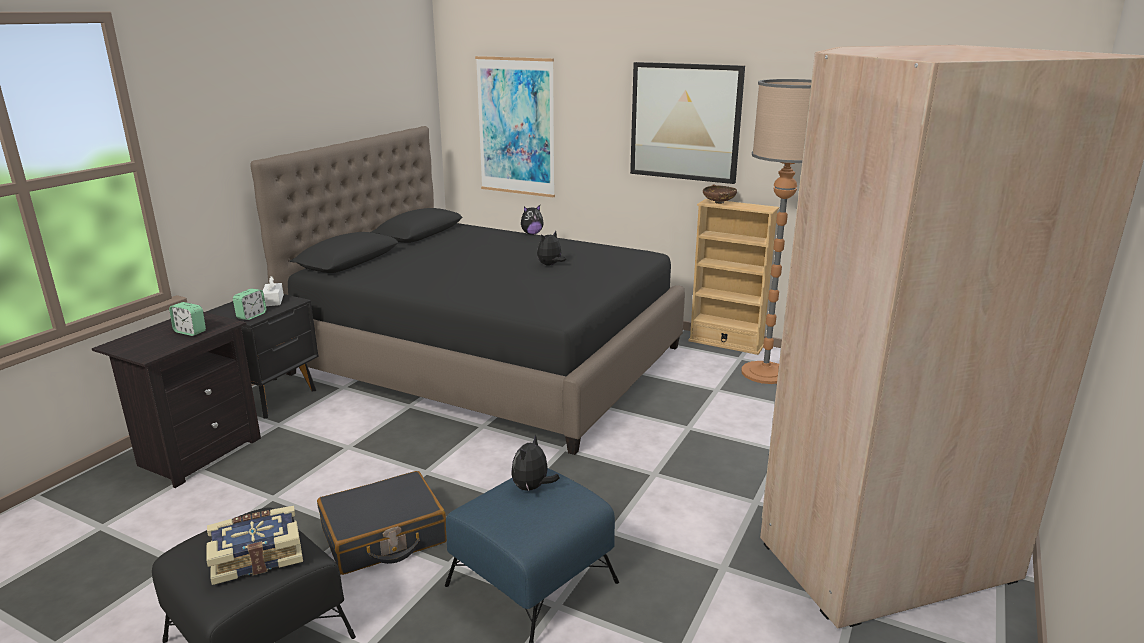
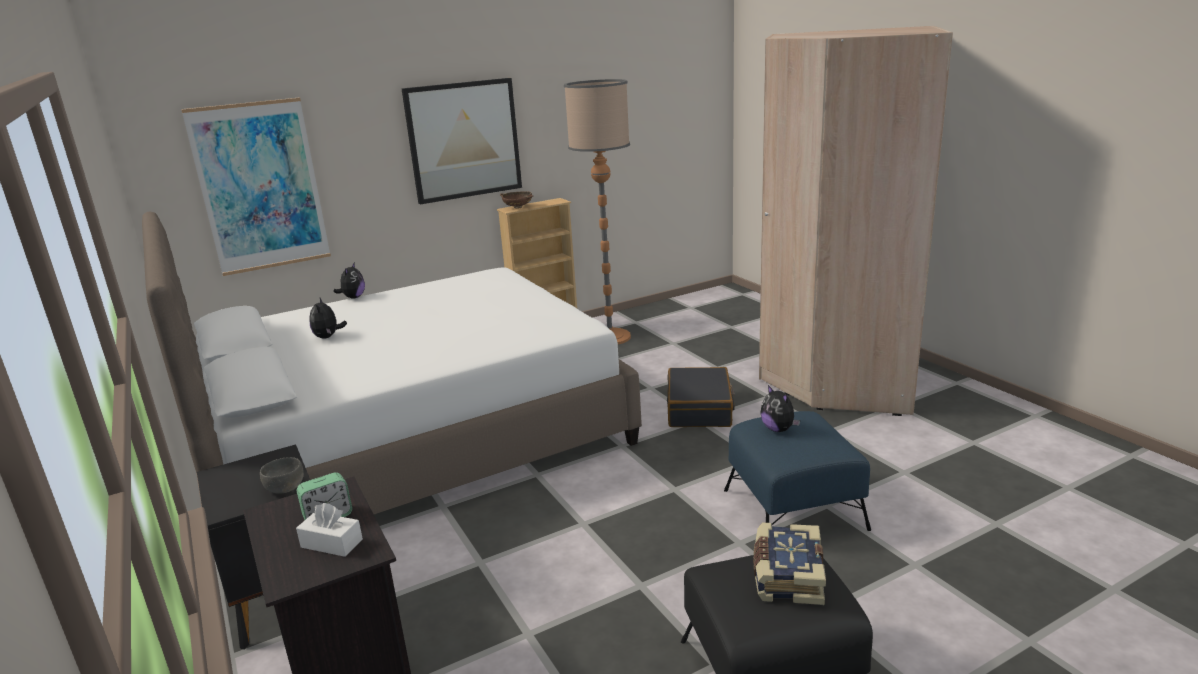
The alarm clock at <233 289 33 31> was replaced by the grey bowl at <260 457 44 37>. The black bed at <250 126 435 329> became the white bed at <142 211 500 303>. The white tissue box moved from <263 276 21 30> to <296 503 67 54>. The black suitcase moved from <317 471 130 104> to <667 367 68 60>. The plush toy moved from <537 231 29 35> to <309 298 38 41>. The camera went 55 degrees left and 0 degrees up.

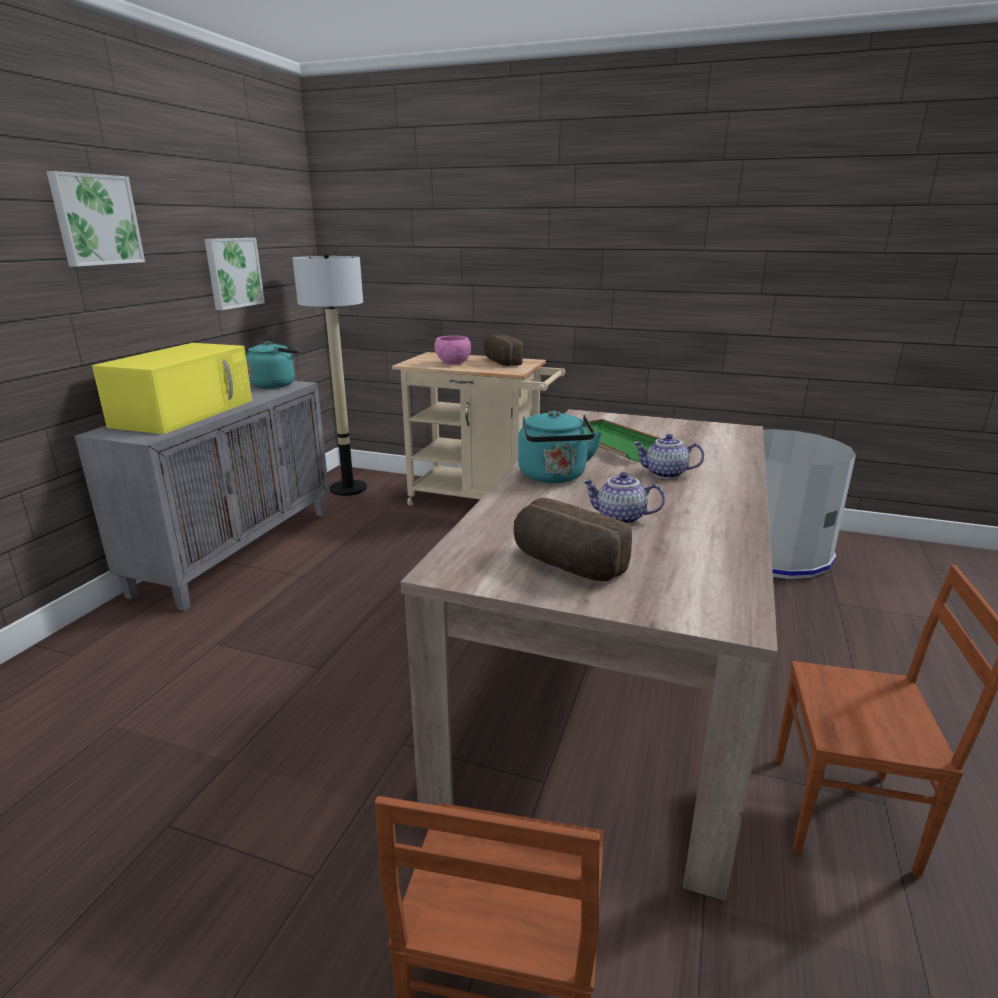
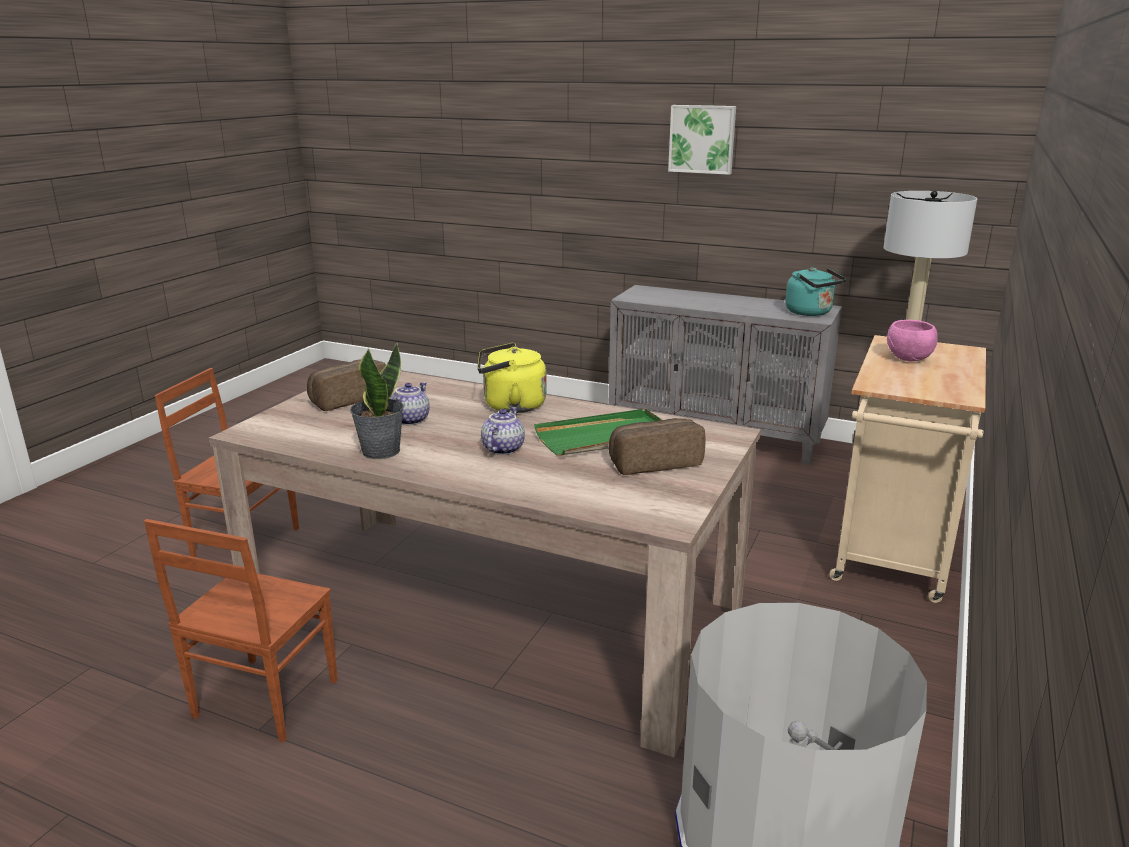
The yellow microwave at <92 343 160 91> disappeared. The picture at <204 238 61 72> disappeared. The bread moved from <484 334 39 32> to <608 418 97 57>. The turquoise kettle at <518 410 84 73> became the yellow kettle at <477 343 70 70>. The potted plant at <350 343 54 116> appeared. The camera went 95 degrees right and 0 degrees up.

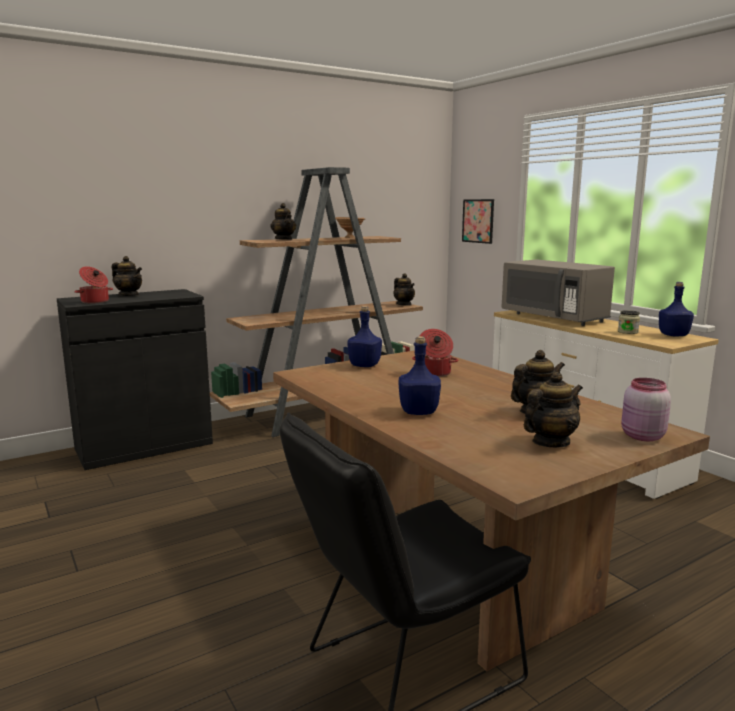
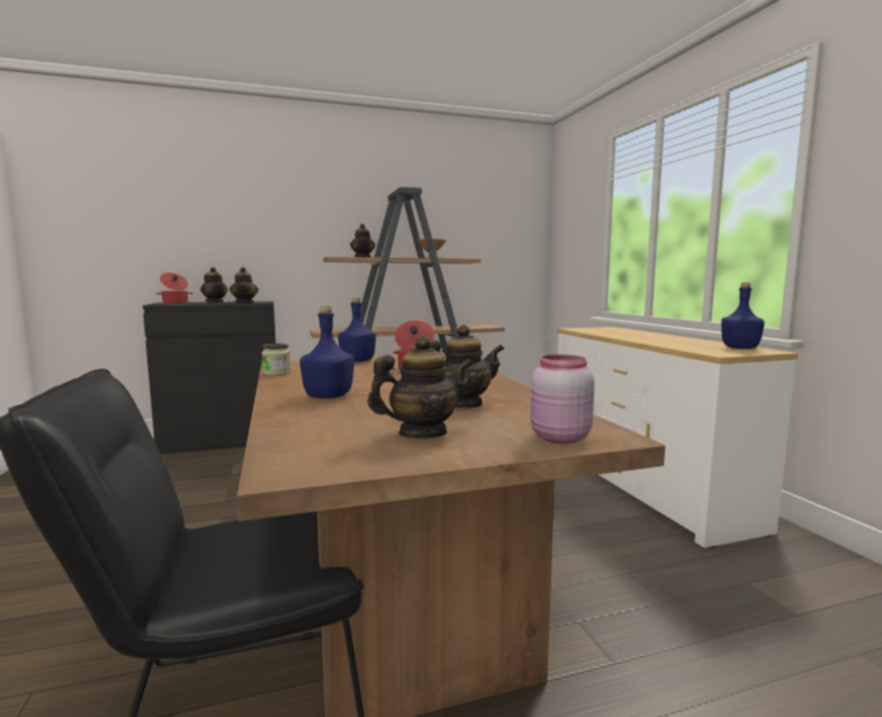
The teapot moved from <393 273 22 33> to <229 267 29 36>. The picture at <462 199 32 45> disappeared. The grey microwave at <502 259 113 67> disappeared. The jar moved from <618 310 22 24> to <262 343 29 33>. The camera went 15 degrees right and 5 degrees down.

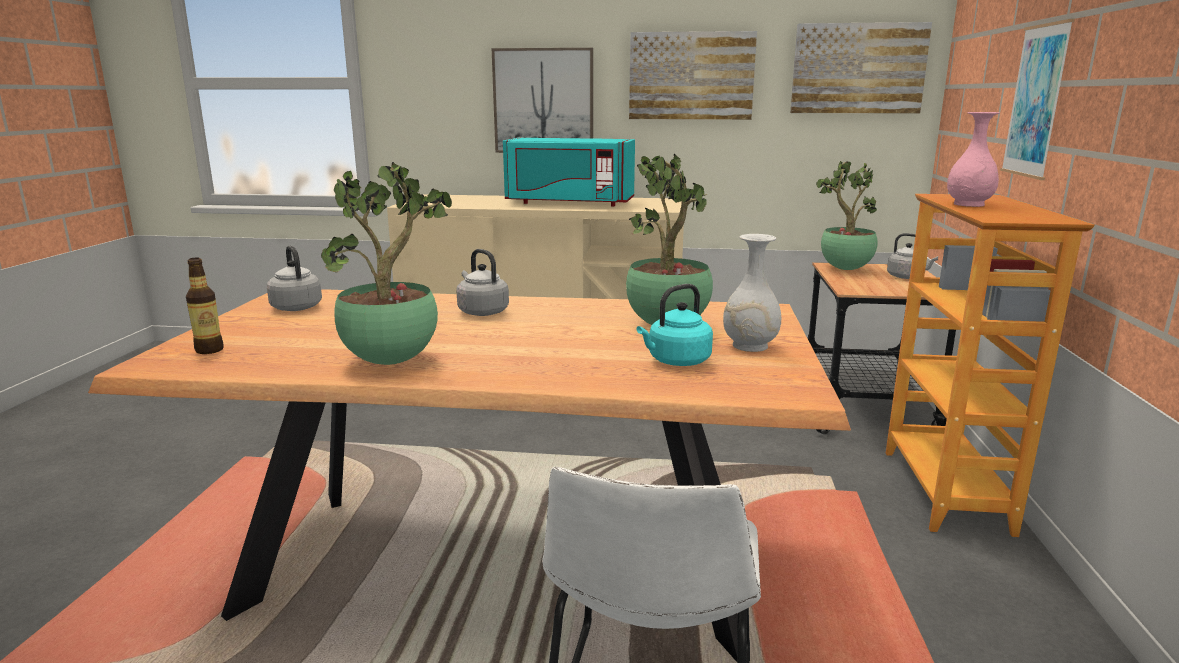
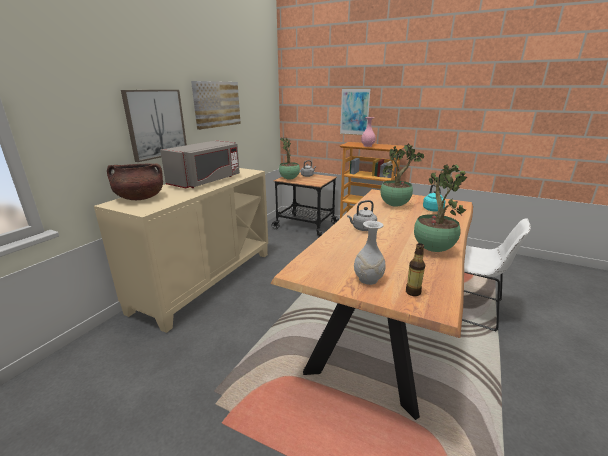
The grey kettle at <267 245 55 66> disappeared. The turquoise microwave at <503 138 132 68> became the grey microwave at <160 140 80 48>. The white vase moved from <723 234 59 118> to <354 221 32 64>. The picture at <790 22 142 92> disappeared. The brown cooking pot at <107 163 56 37> appeared. The camera went 70 degrees left and 5 degrees up.

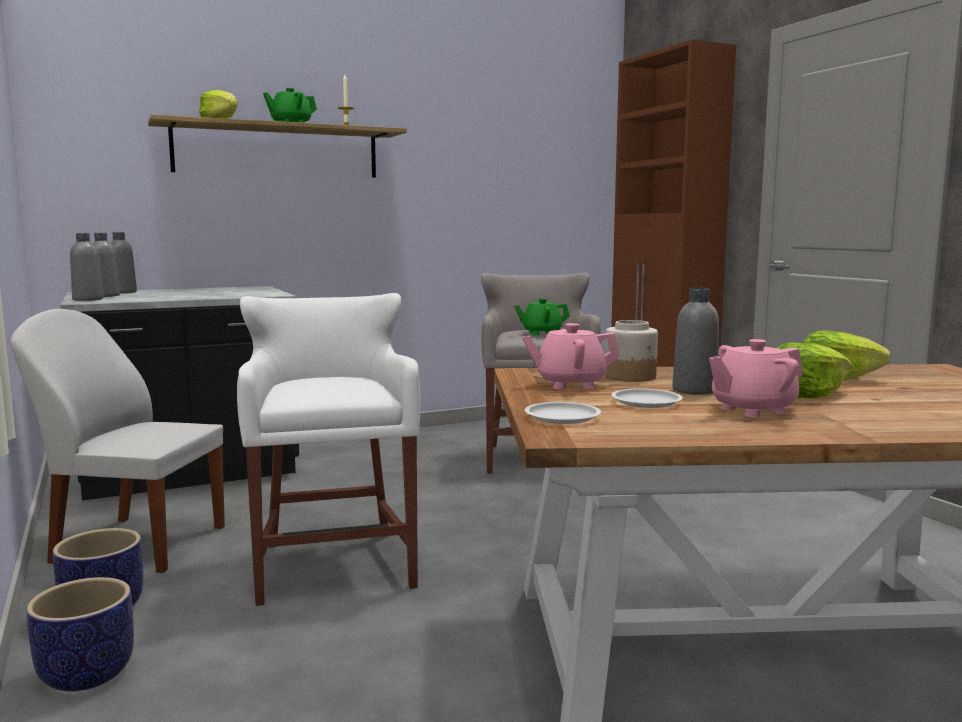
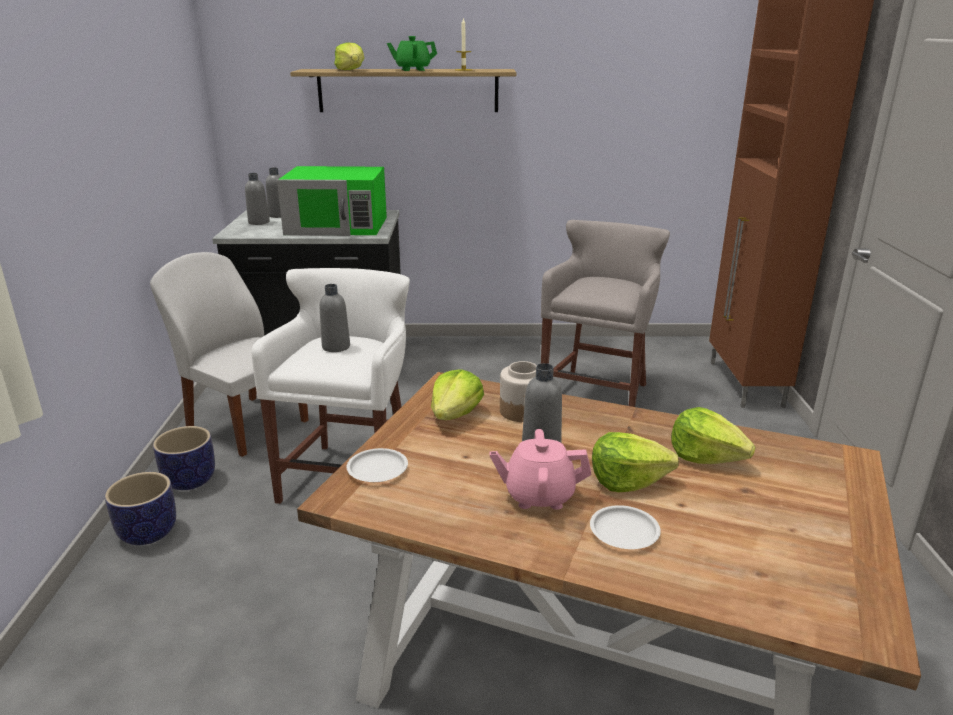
The grey bottle moved from <70 233 34 68> to <320 284 30 68>. The green teapot at <514 298 56 37> disappeared. The pink teapot at <522 323 98 66> was replaced by the lettuce at <431 369 53 51>. The white plate moved from <611 388 72 20> to <590 505 71 44>. The green microwave at <277 166 110 70> appeared. The camera went 25 degrees right and 15 degrees up.

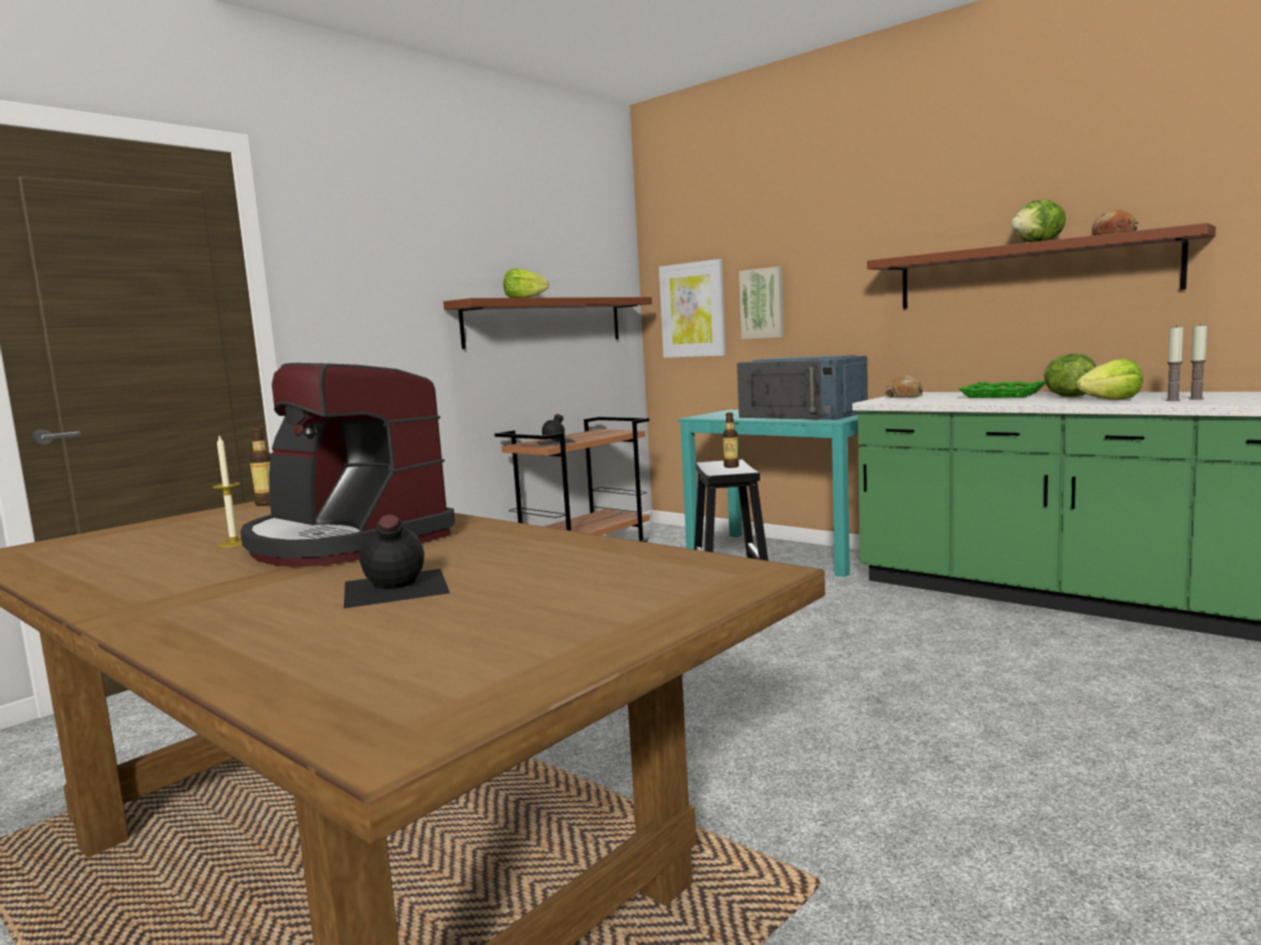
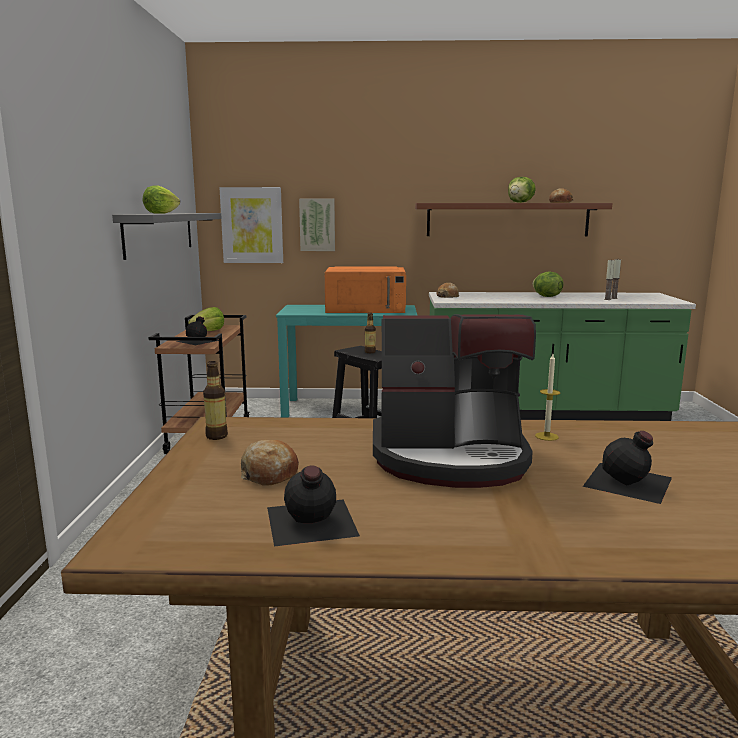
The candle moved from <212 435 30 112> to <535 354 25 87>. The brown shelf at <443 297 209 52> became the grey shelf at <112 213 110 47>. The blue microwave at <737 355 131 65> became the orange microwave at <325 266 81 47>. The green tray at <959 381 86 17> disappeared. The lettuce moved from <1076 359 67 41> to <188 307 36 24>. The bread at <241 440 58 45> appeared. The black bottle at <267 465 93 82> appeared. The camera went 40 degrees left and 5 degrees up.

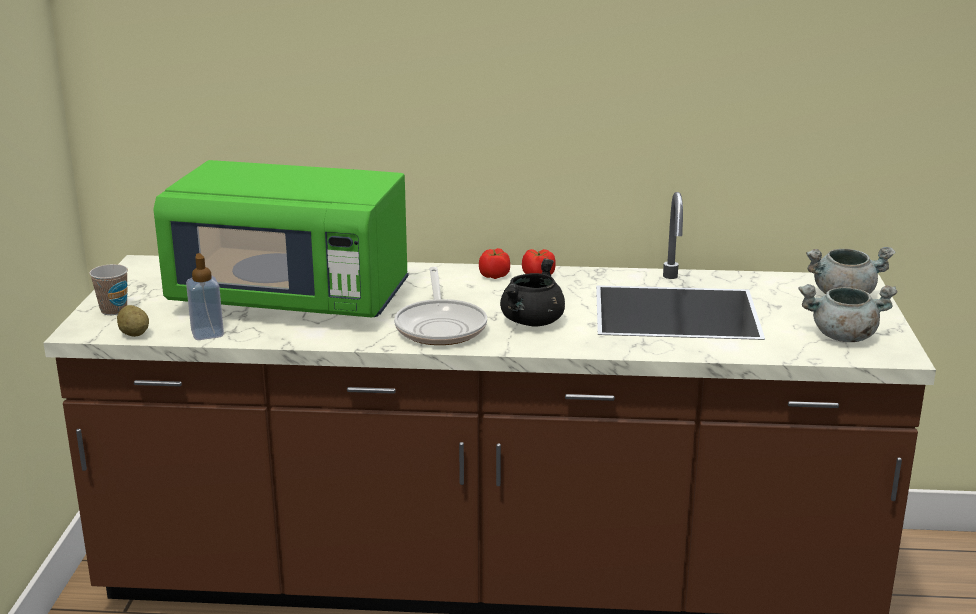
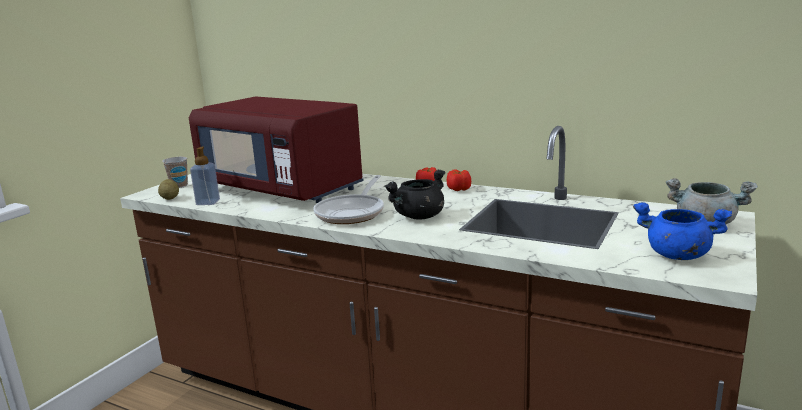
The green microwave at <153 160 256 157> became the red microwave at <189 96 175 107>. The grey cooking pot at <799 284 99 58> became the blue cooking pot at <633 202 99 58>. The camera went 25 degrees right and 5 degrees down.

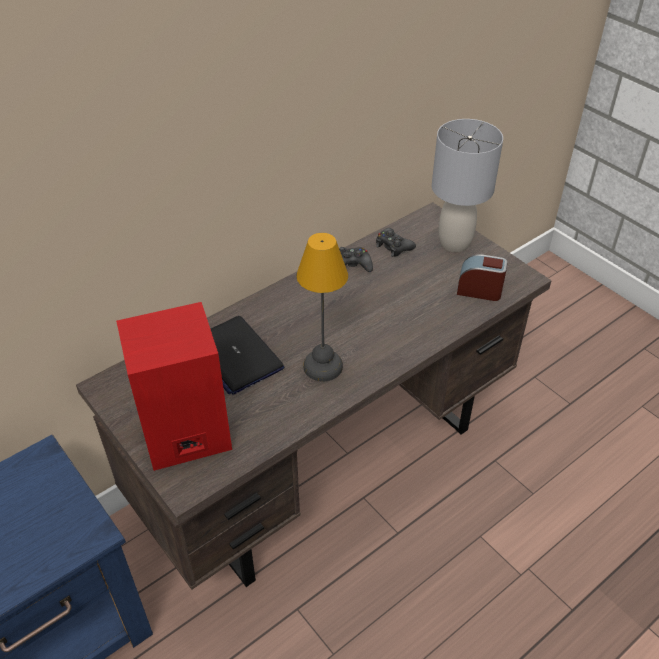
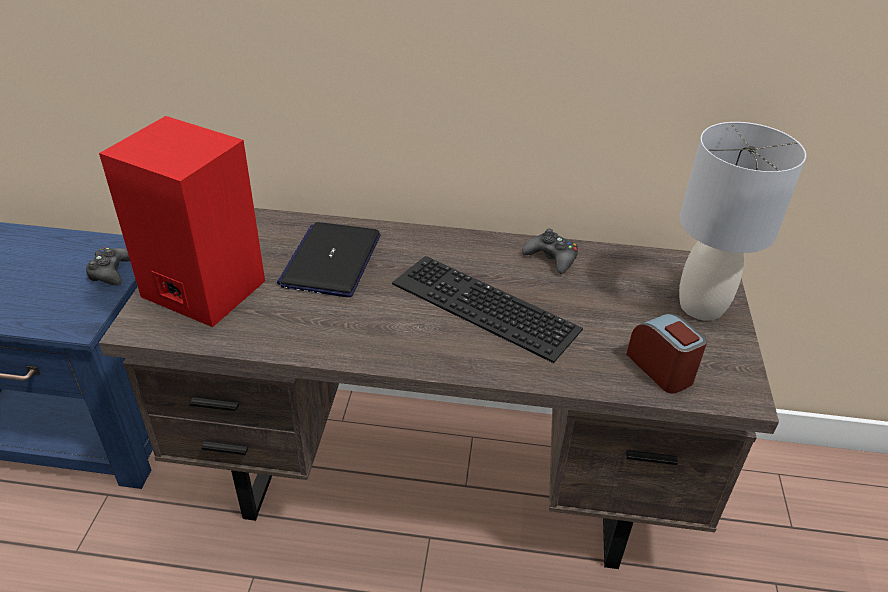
The table lamp at <296 233 52 149> disappeared. The black game controller moved from <376 228 40 29> to <86 247 44 38>. The keyboard at <392 256 191 107> appeared. The camera went 45 degrees right and 5 degrees down.

